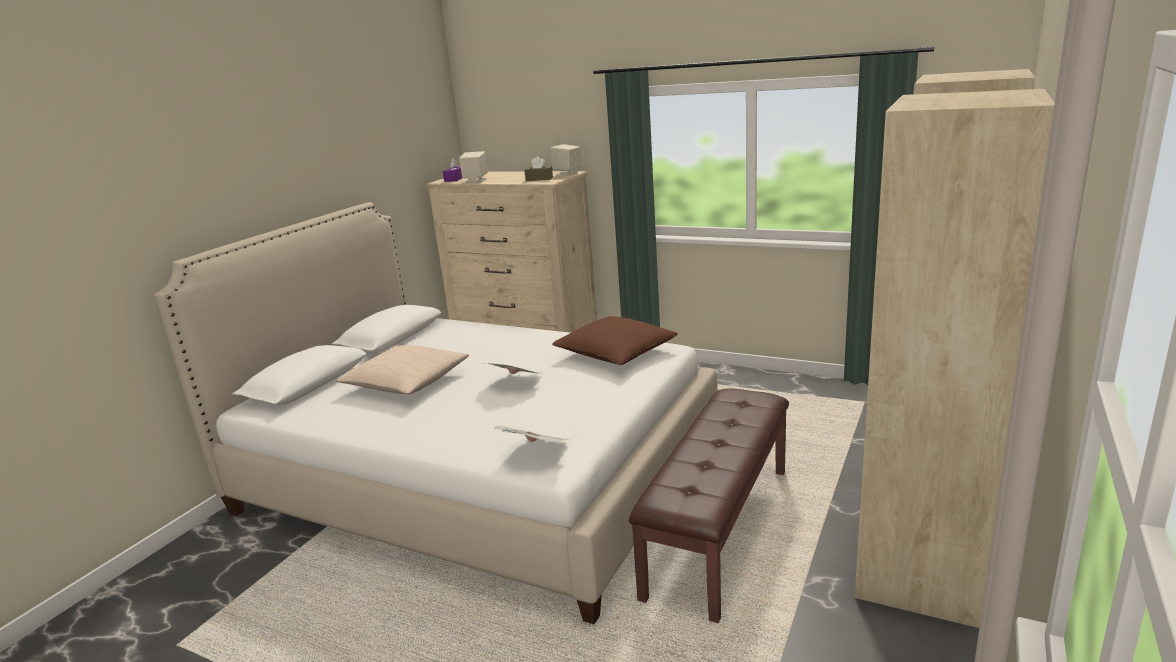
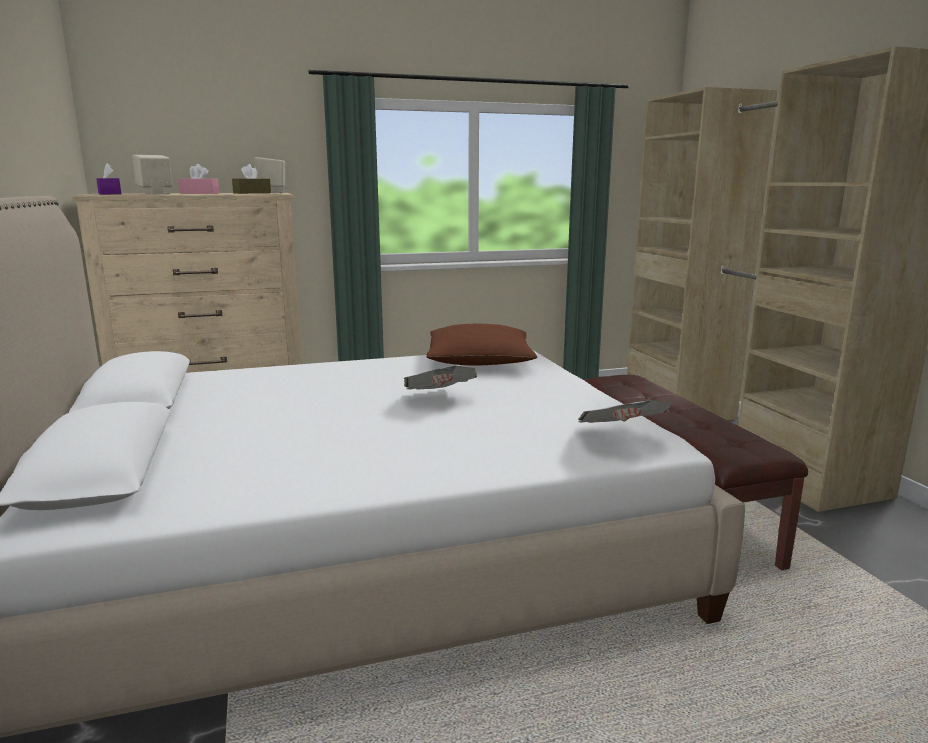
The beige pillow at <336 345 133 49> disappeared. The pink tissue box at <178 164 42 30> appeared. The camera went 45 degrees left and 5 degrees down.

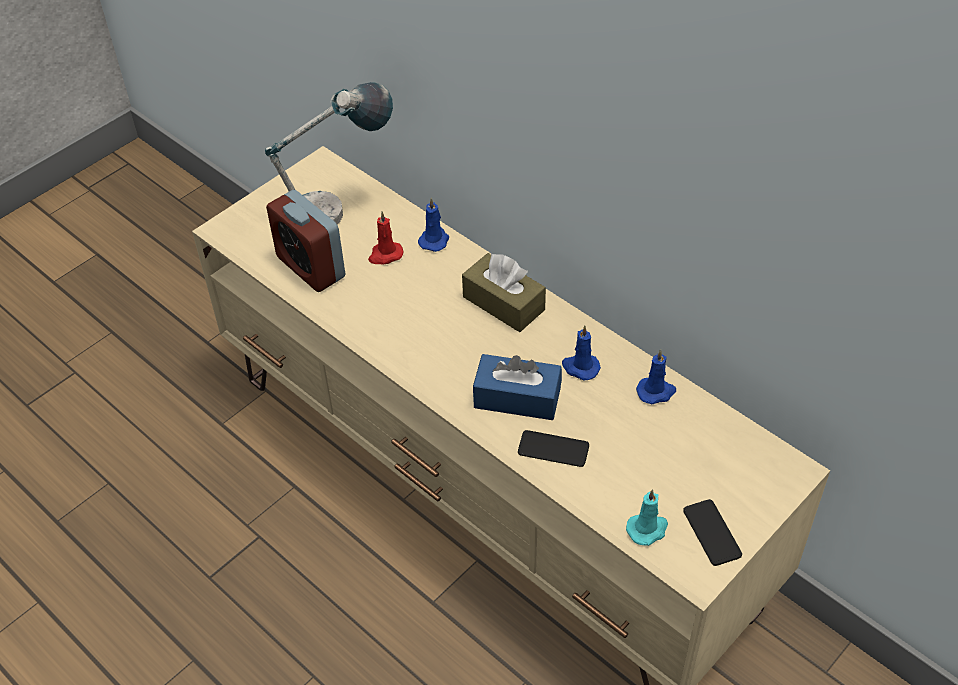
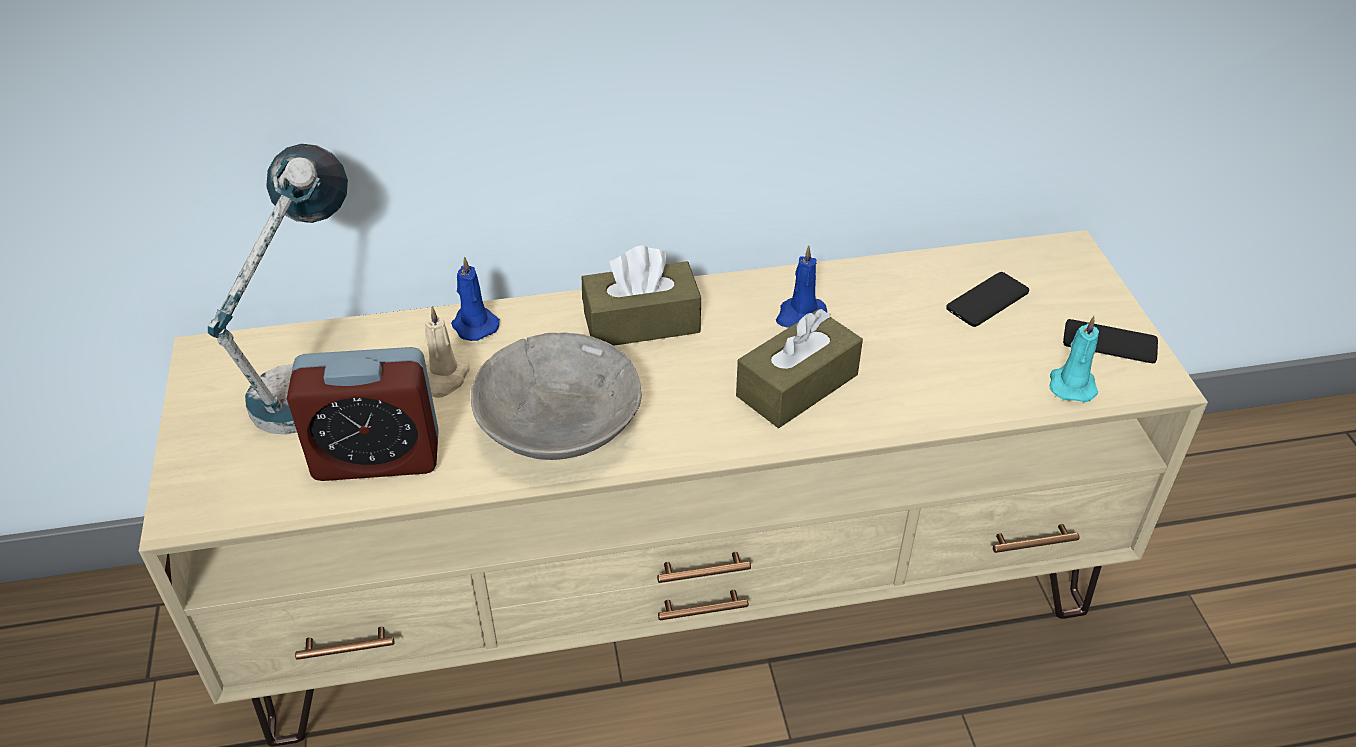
The red candle at <368 211 36 54> became the beige candle at <425 307 45 91>. The blue tissue box at <473 354 89 66> became the brown tissue box at <736 309 127 119>. The phone moved from <518 430 71 37> to <946 272 83 55>. The blue candle at <636 349 40 55> disappeared. The grey bowl at <471 332 171 128> appeared. The camera went 55 degrees left and 5 degrees down.

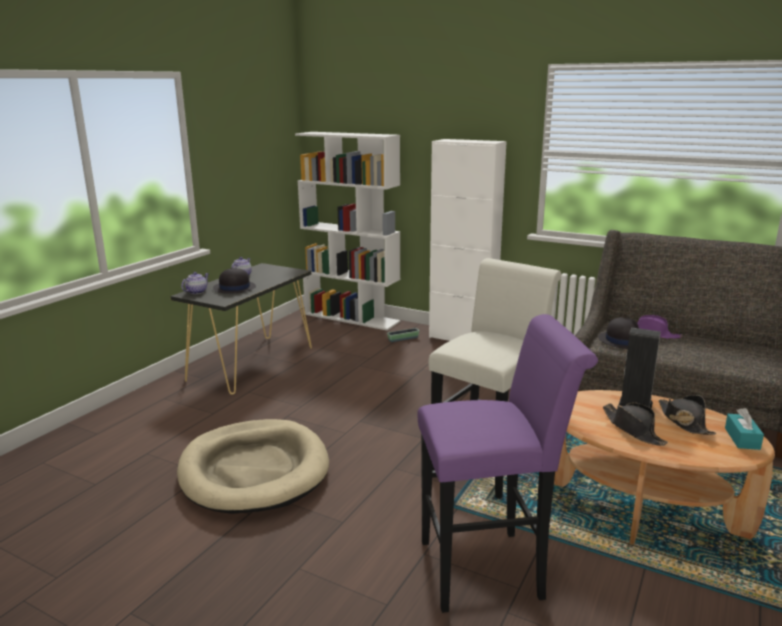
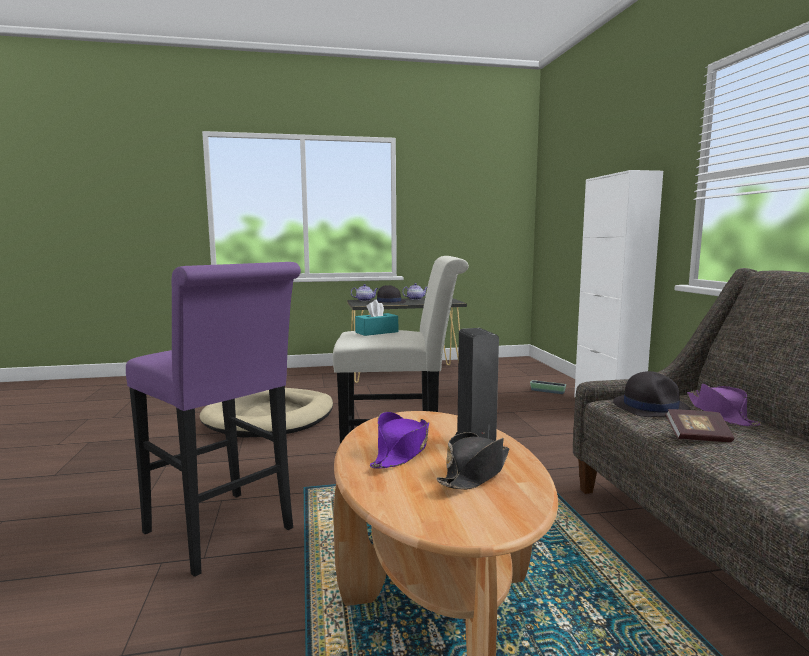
The white bookcase at <295 132 105 198> disappeared. The black hat at <603 403 65 43> became the purple hat at <370 412 59 57>. The turquoise tissue box moved from <725 408 39 42> to <355 300 43 36>. The book at <665 409 69 34> appeared. The camera went 50 degrees right and 10 degrees down.

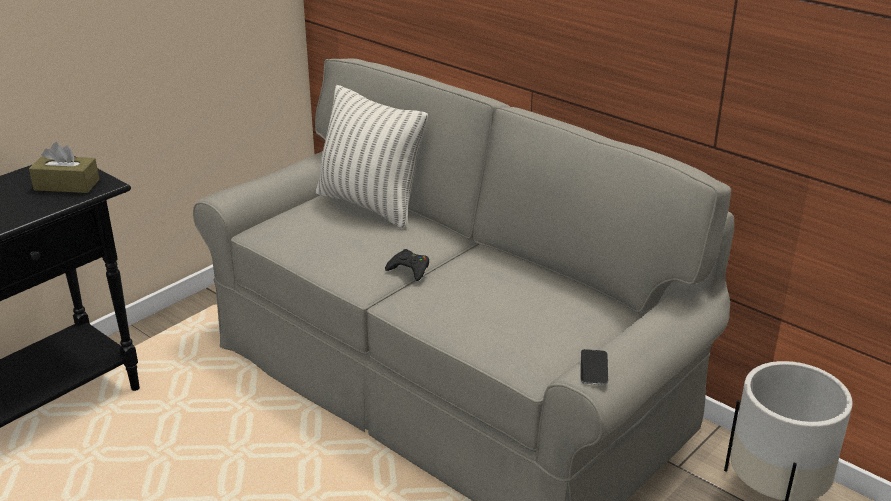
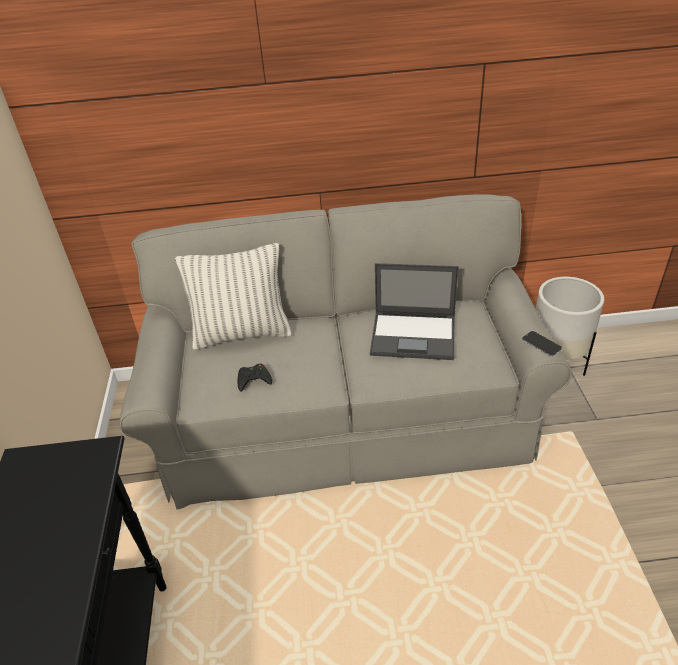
The brown tissue box at <29 142 70 51> disappeared. The black game controller moved from <385 249 44 32> to <237 364 35 28>. The laptop at <370 263 89 97> appeared. The camera went 45 degrees left and 10 degrees up.

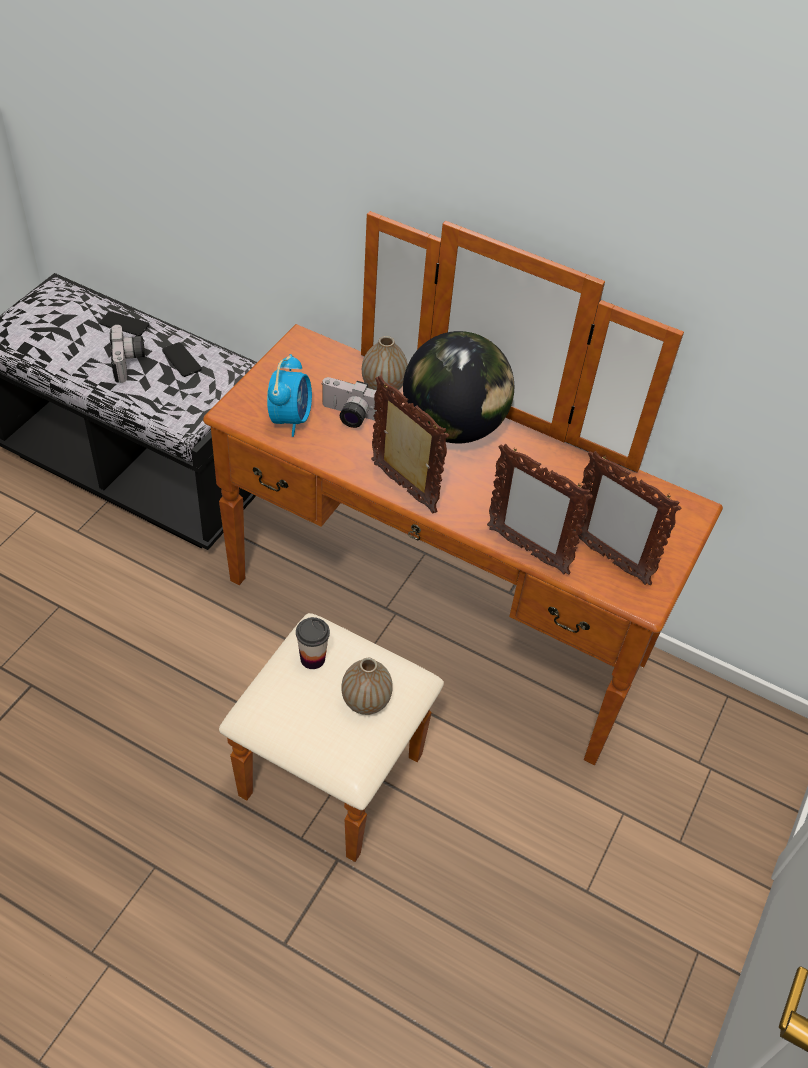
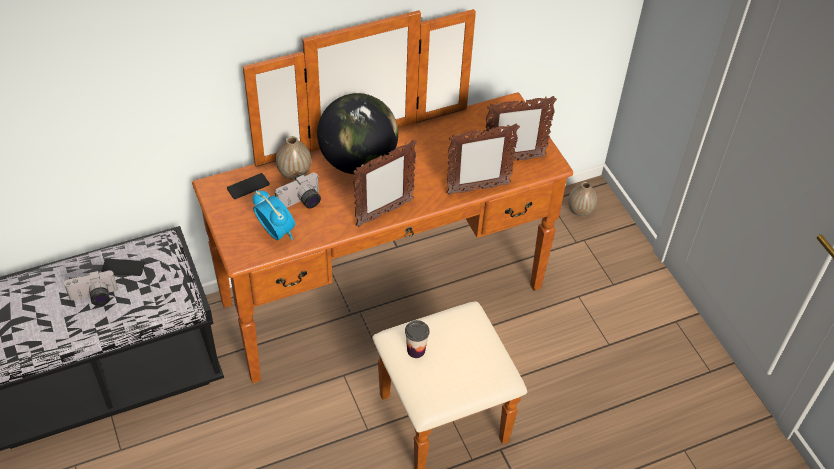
The phone moved from <100 311 49 25> to <227 173 43 26>. The photo camera at <110 325 35 58> turned 135 degrees clockwise. The vase moved from <341 658 52 57> to <568 182 29 34>. The picture frame at <371 376 78 138> turned 150 degrees clockwise. The camera went 50 degrees left and 0 degrees up.

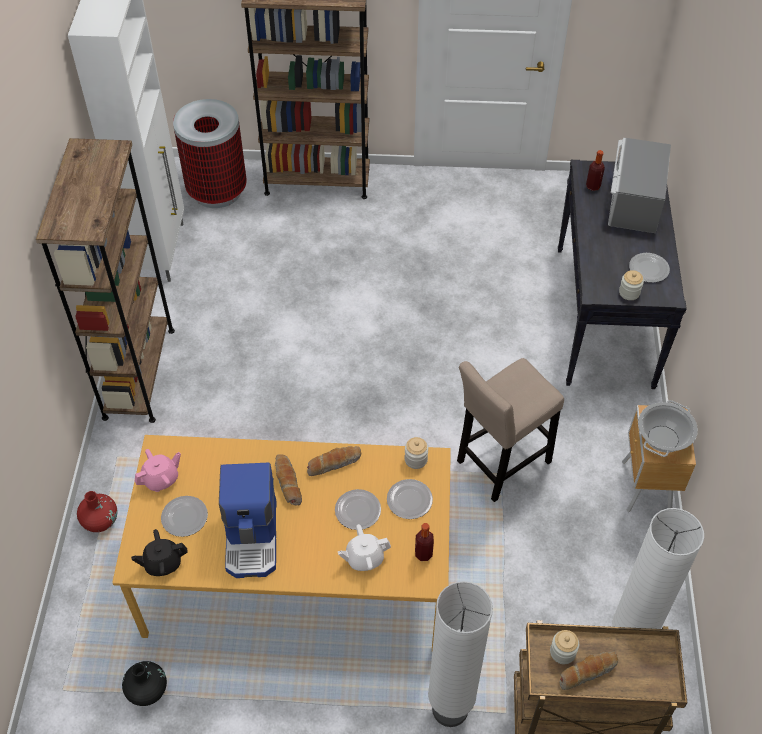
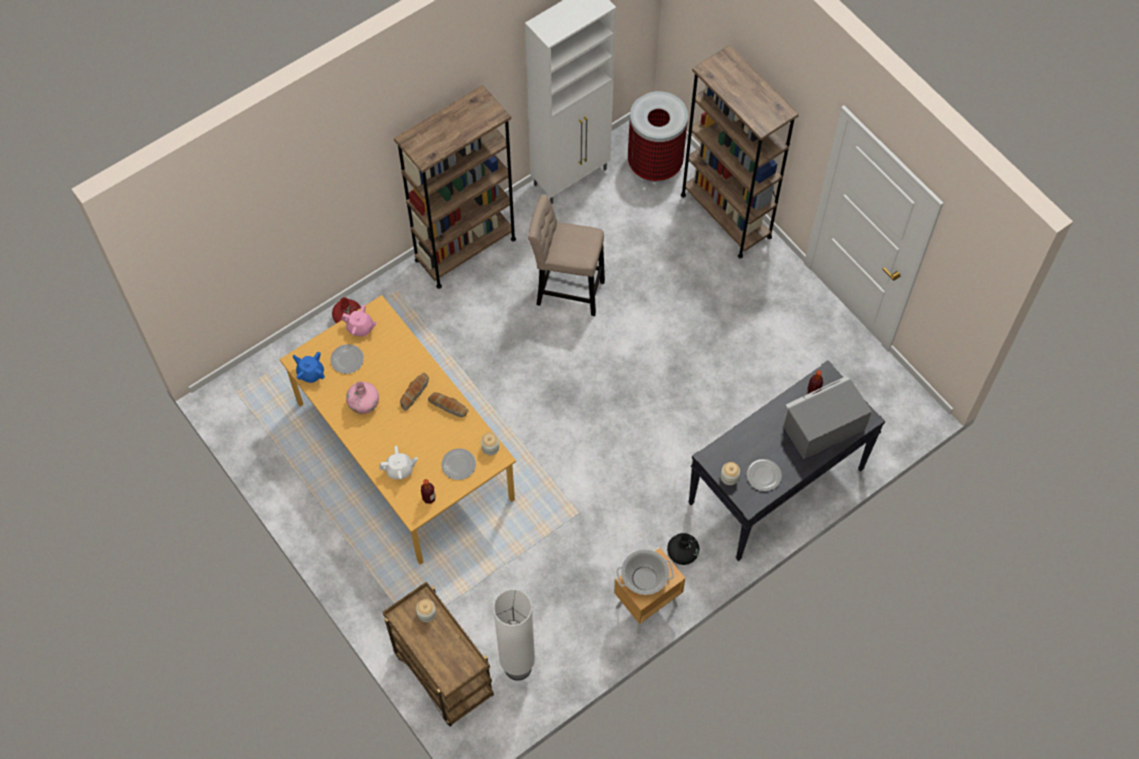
The black vase moved from <122 661 45 45> to <667 533 32 32>. The black teapot at <131 529 57 47> became the blue teapot at <292 352 33 31>. The coffee machine at <219 463 58 115> was replaced by the pink vase at <346 381 33 33>. The plate at <335 489 46 41> disappeared. The white teapot at <338 524 53 47> turned 135 degrees clockwise. The white floor lamp at <428 581 65 146> disappeared. The beige stool moved from <457 358 107 144> to <528 194 77 122>. The bread at <560 652 58 38> disappeared. The camera went 50 degrees right and 10 degrees up.

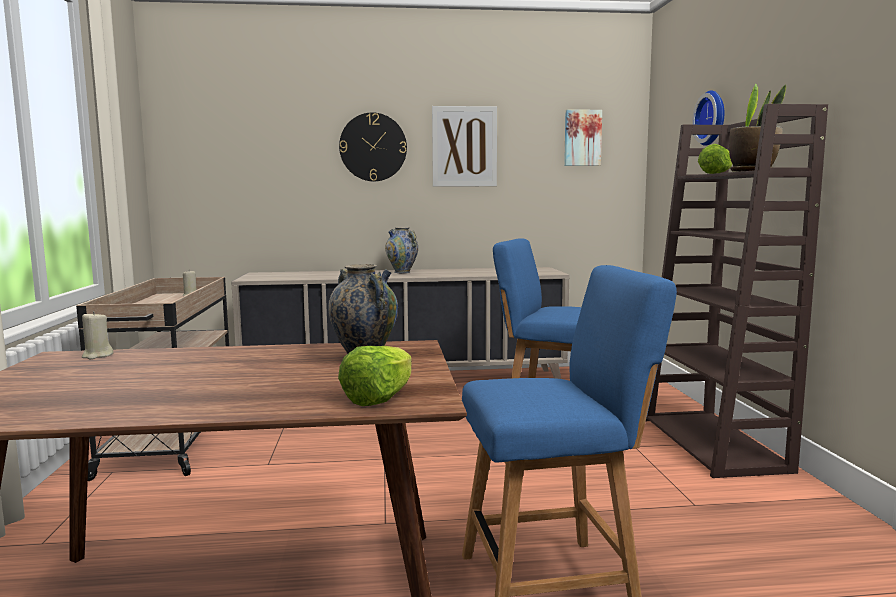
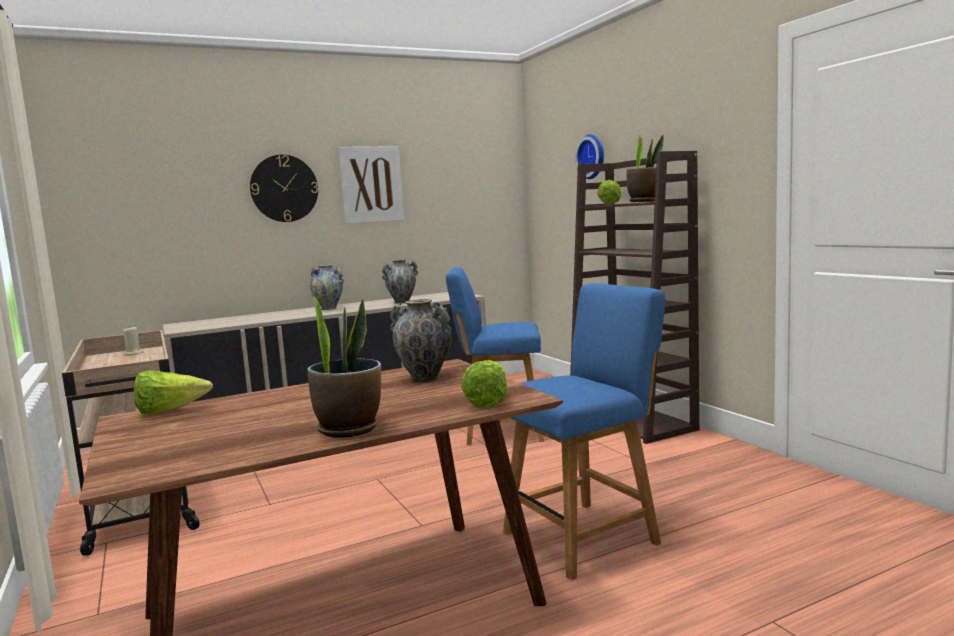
The beige candle at <82 311 32 48> was replaced by the lettuce at <134 370 79 44>. The picture at <564 109 38 57> disappeared. The potted plant at <307 295 74 143> appeared. The vase at <381 259 37 44> appeared. The camera went 20 degrees left and 0 degrees up.

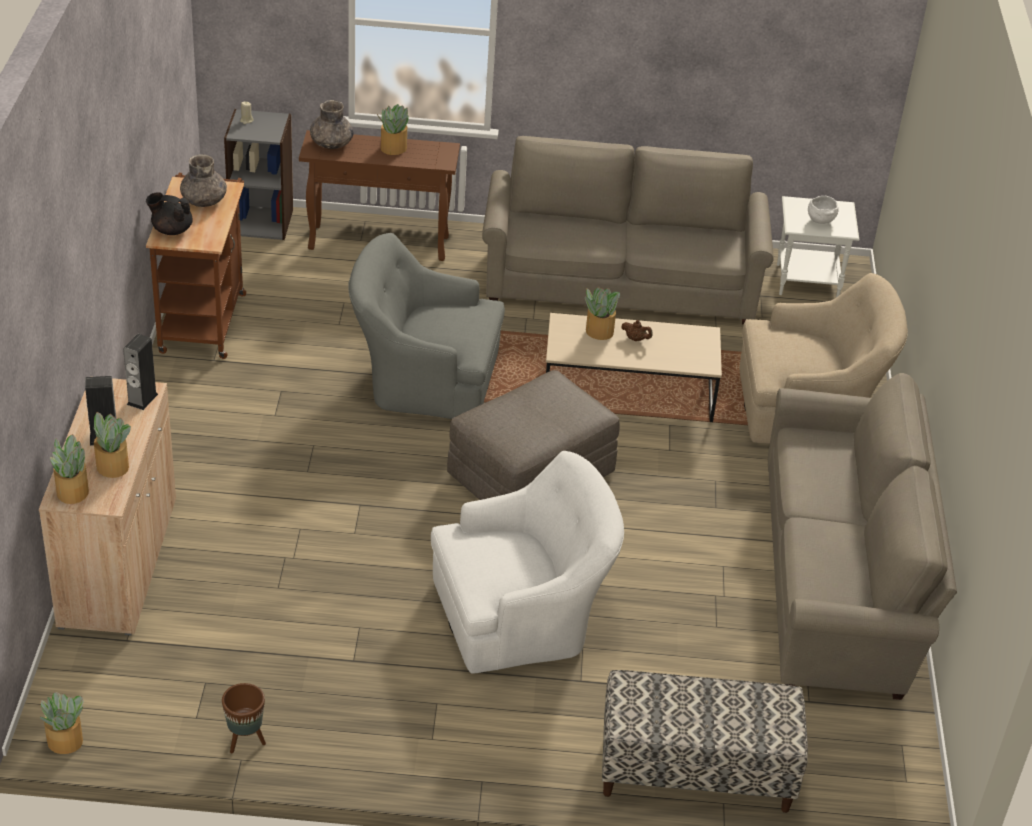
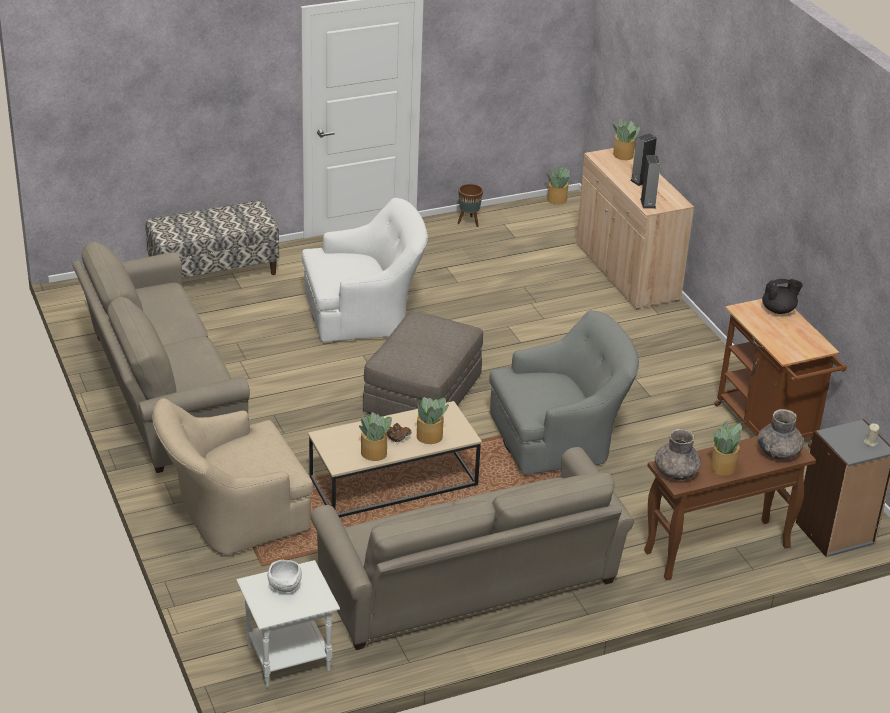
The potted plant moved from <94 412 37 66> to <359 412 33 49>. The grey vase moved from <180 154 47 53> to <655 429 46 51>. The white armchair at <431 451 193 223> turned 150 degrees counterclockwise. The camera went 155 degrees right and 5 degrees down.

